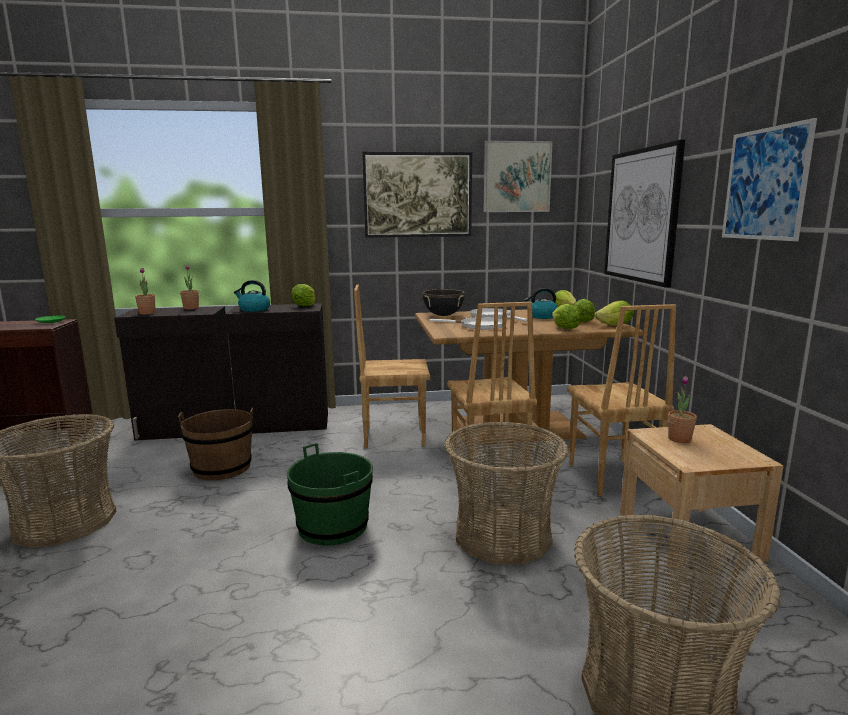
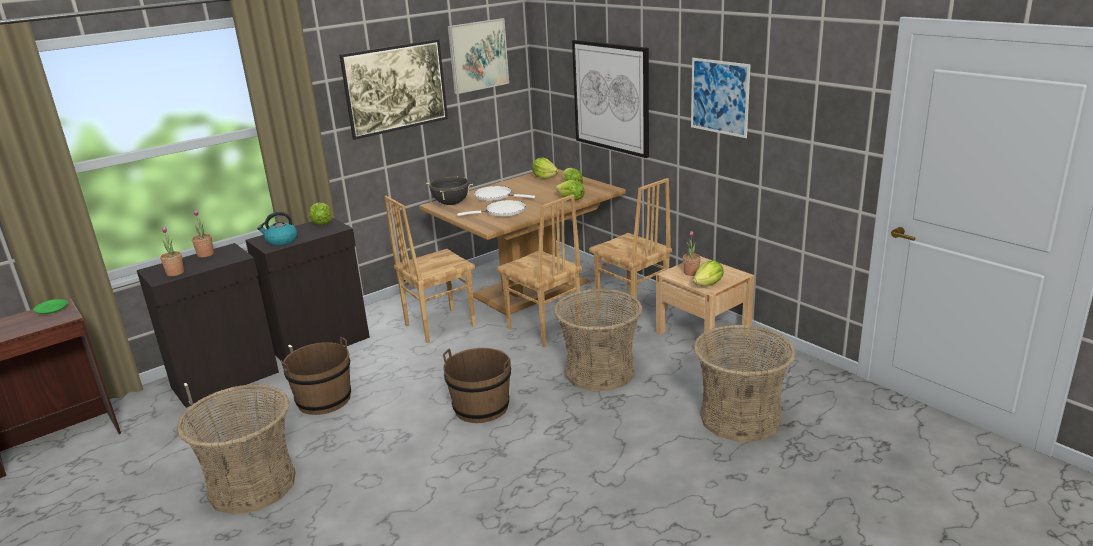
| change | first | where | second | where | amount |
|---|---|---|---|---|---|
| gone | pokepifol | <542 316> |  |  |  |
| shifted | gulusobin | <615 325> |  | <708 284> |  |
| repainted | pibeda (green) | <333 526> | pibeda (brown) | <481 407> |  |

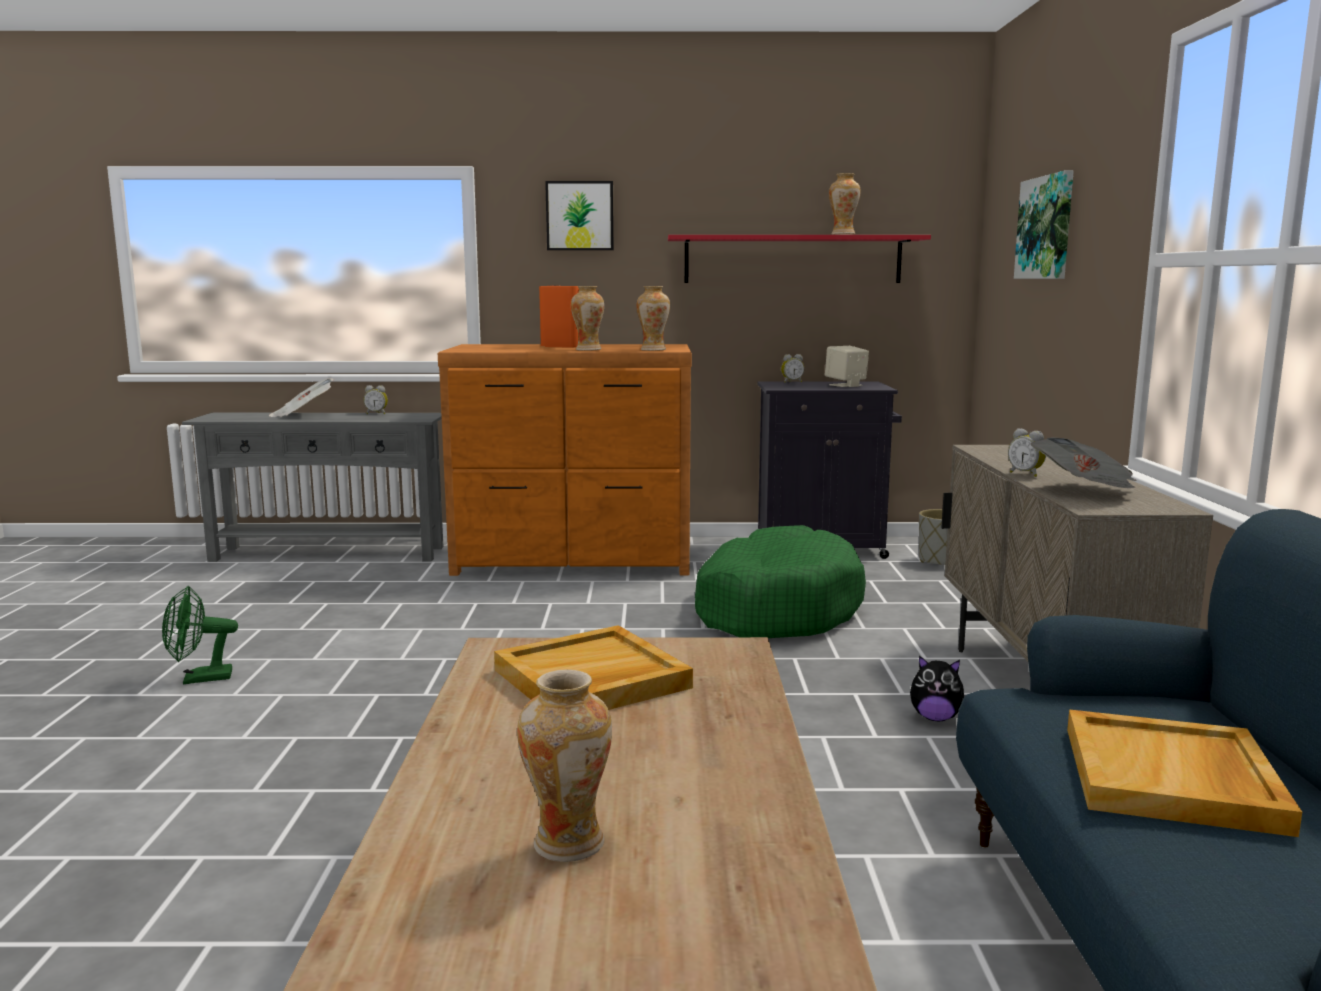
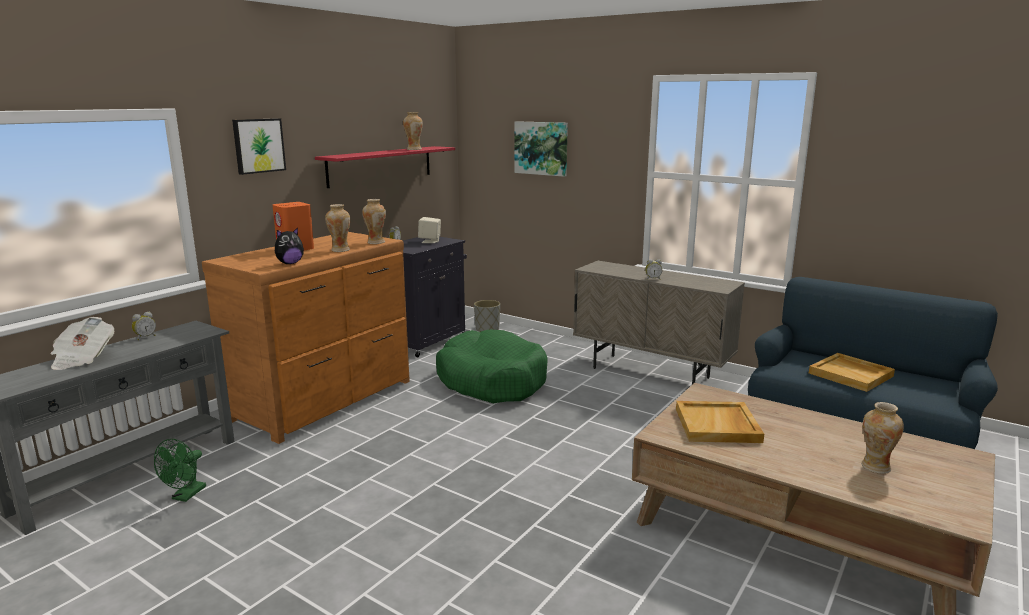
| change | first | where | second | where | amount |
|---|---|---|---|---|---|
| gone | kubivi | <1085 491> |  |  |  |
| shifted | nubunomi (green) | <199 679> |  | <186 496> |  |
| shifted | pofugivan | <935 718> |  | <290 263> |  |

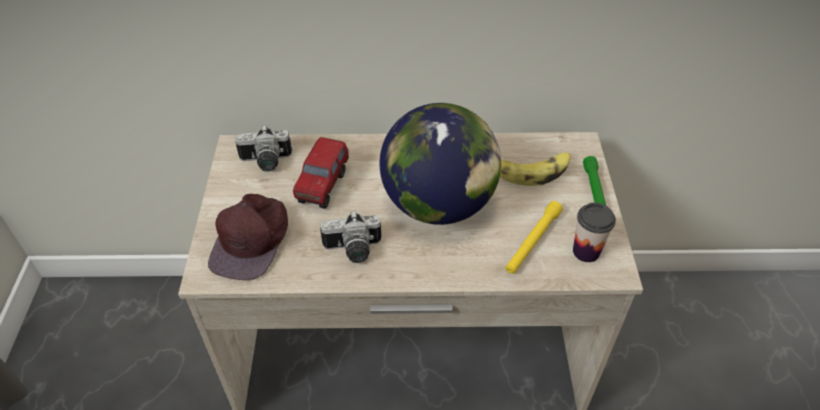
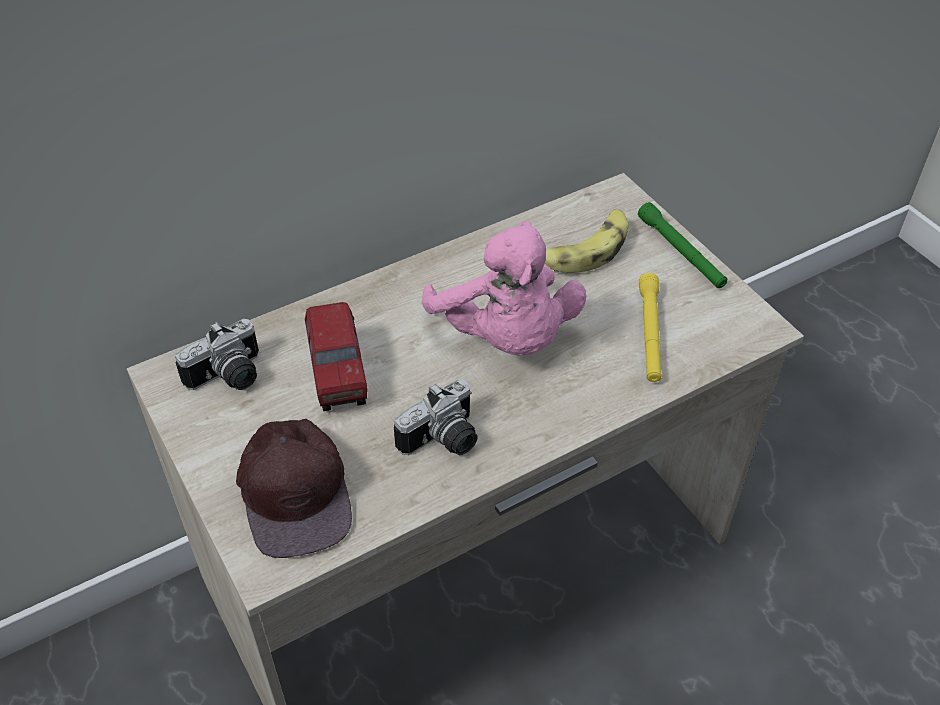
| change | first | where | second | where | amount |
|---|---|---|---|---|---|
| swapped | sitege | <437 205> | pofugivan (pink) | <505 337> |  |
| gone | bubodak | <586 251> |  |  |  |

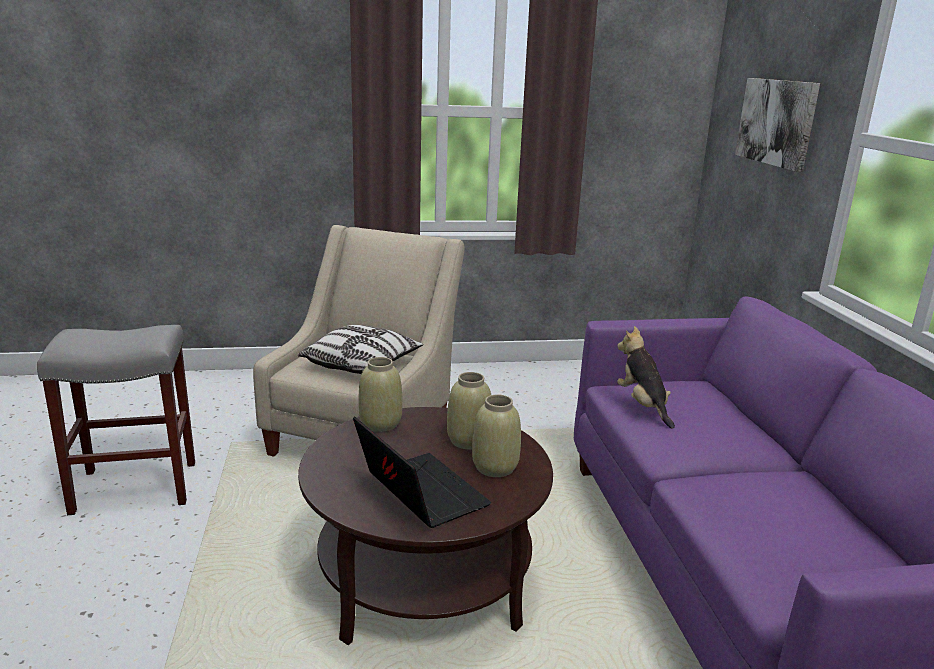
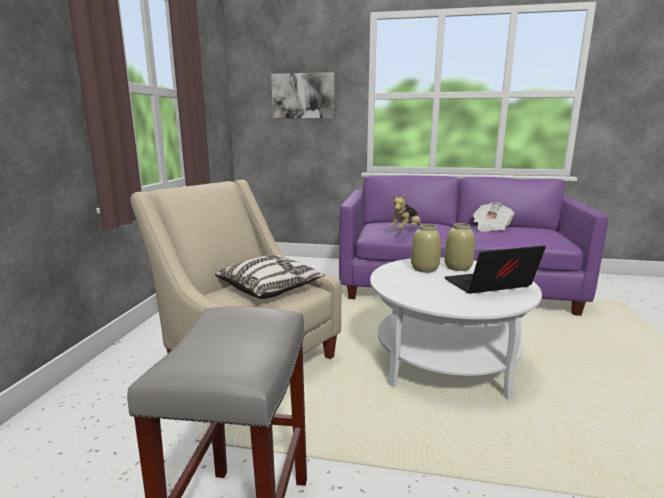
| change | first | where | second | where | amount |
|---|---|---|---|---|---|
| rotated | pofugivan | <643 405> |  | <405 230> | 45 degrees counterclockwise |
| gone | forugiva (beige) | <380 423> |  |  |  |
| repainted | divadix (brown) | <425 578> | divadix (white) | <445 362> |  |
| new |  |  | kubivi | <490 228> |  |

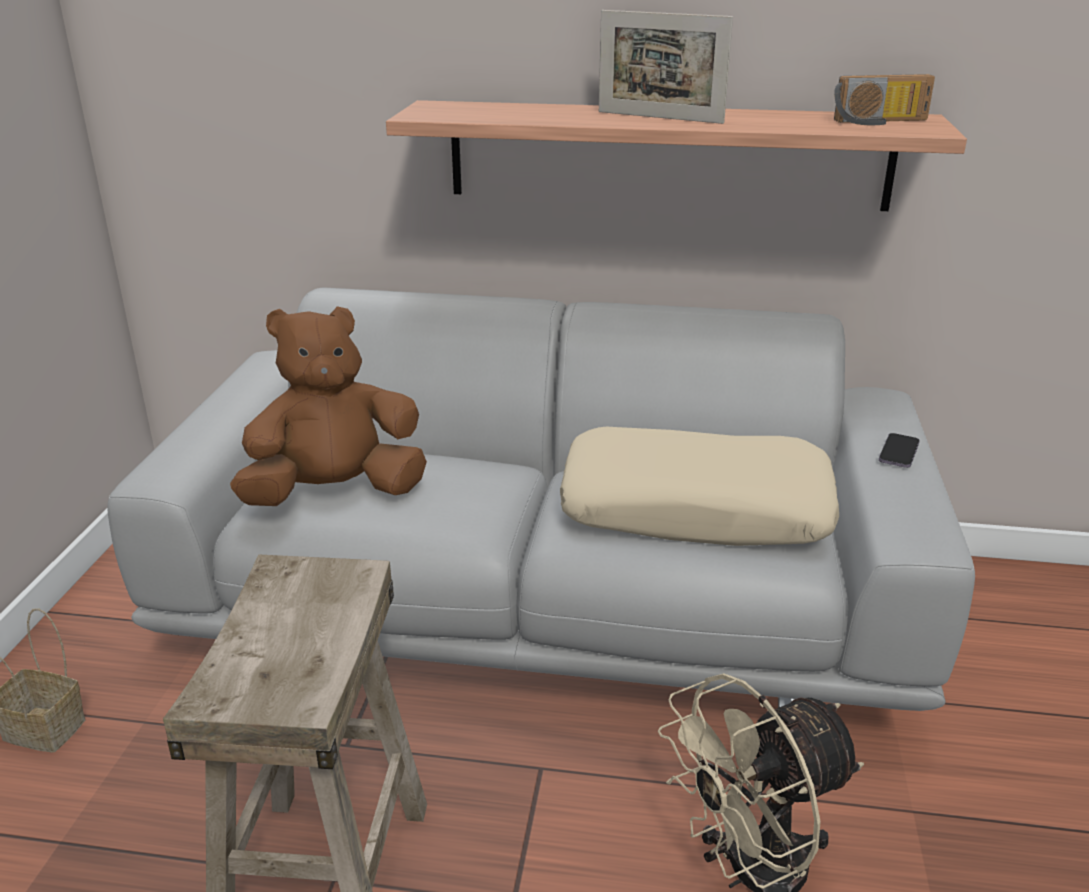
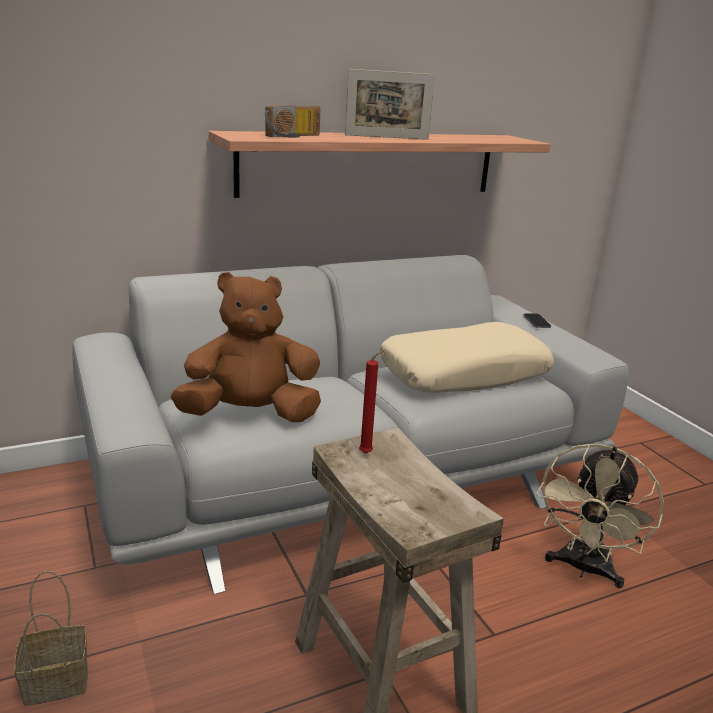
| change | first | where | second | where | amount |
|---|---|---|---|---|---|
| shifted | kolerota | <881 122> |  | <294 136> |  |
| rotated | pofugivan (brown) | <335 493> |  | <250 414> | 45 degrees clockwise |
| new |  |  | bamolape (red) | <367 453> |  |

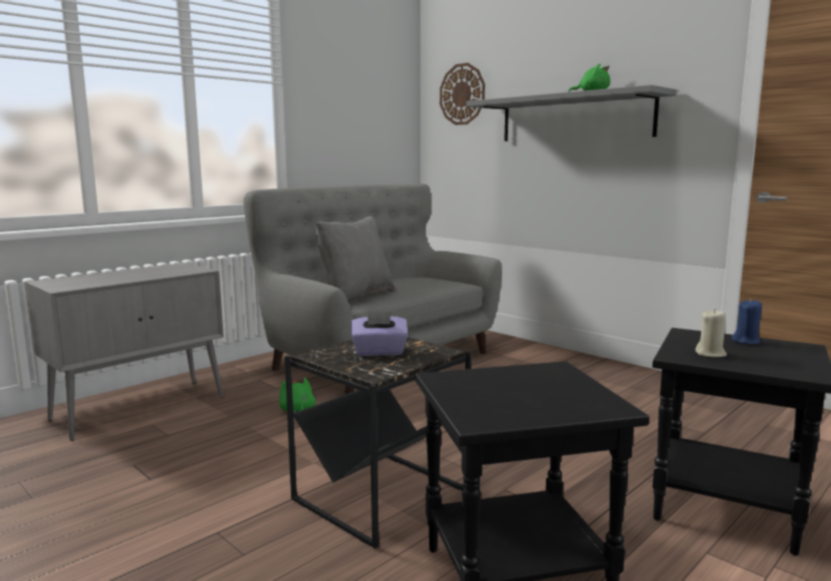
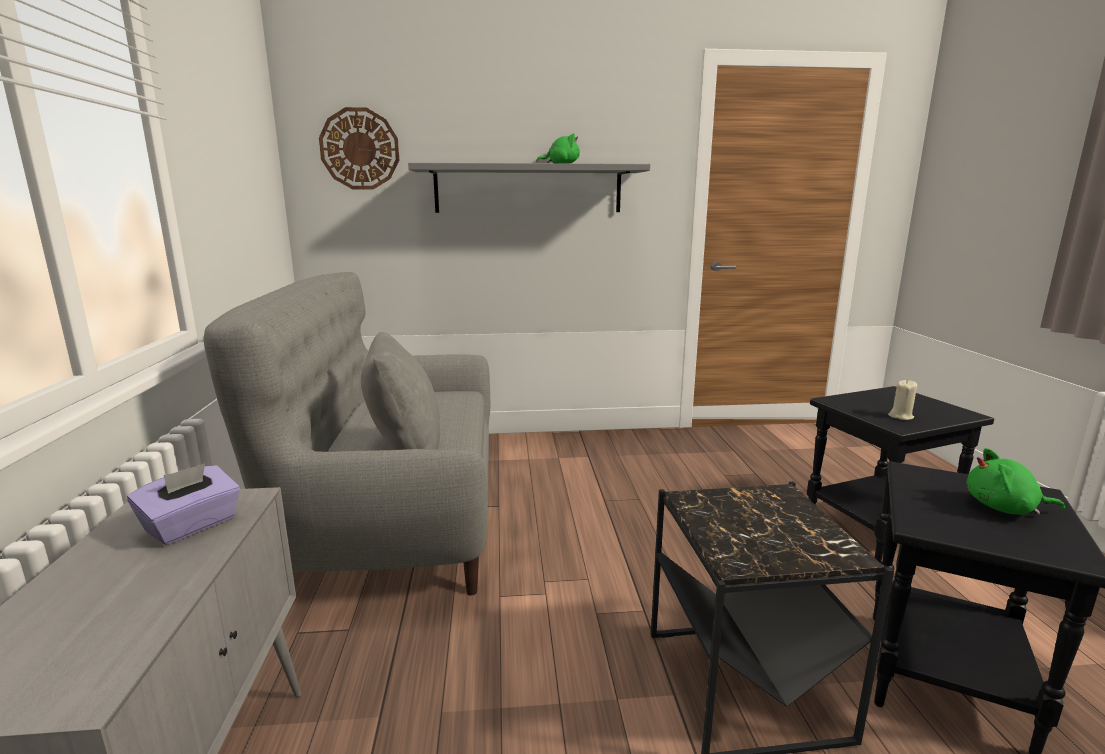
| change | first | where | second | where | amount |
|---|---|---|---|---|---|
| gone | bamolape (blue) | <746 341> |  |  |  |
| shifted | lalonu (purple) | <379 352> |  | <192 526> |  |
| shifted | pofugivan (green) | <297 411> |  | <1004 508> |  |

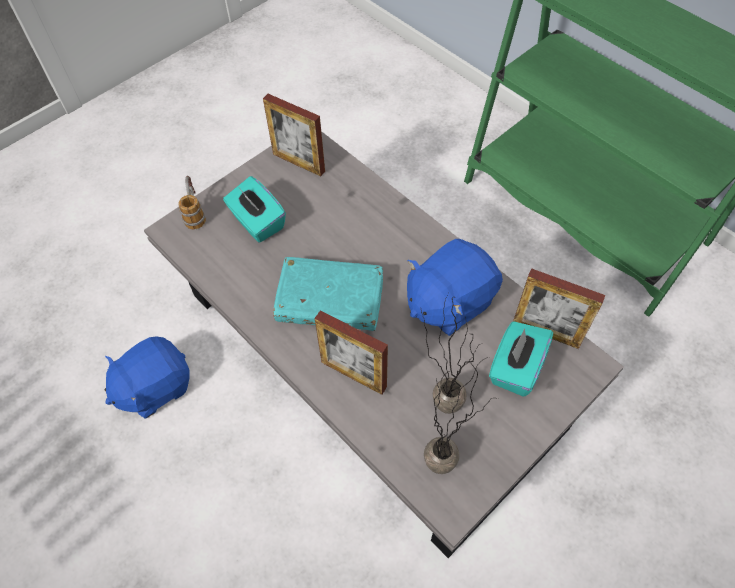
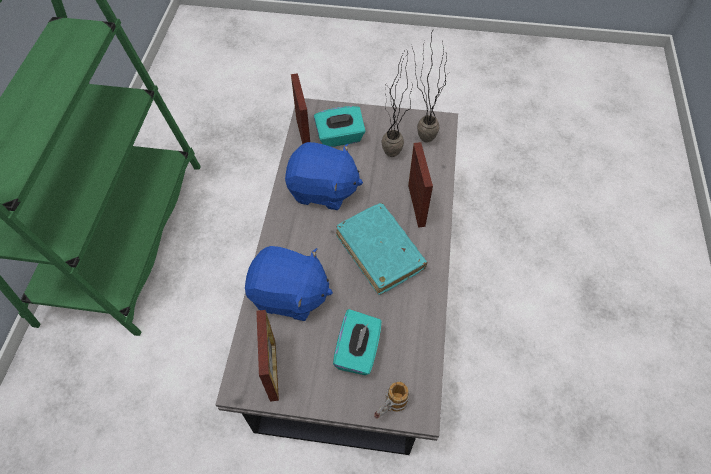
| change | first | where | second | where | amount |
|---|---|---|---|---|---|
| shifted | pofugivan (blue) | <154 387> |  | <289 295> |  |

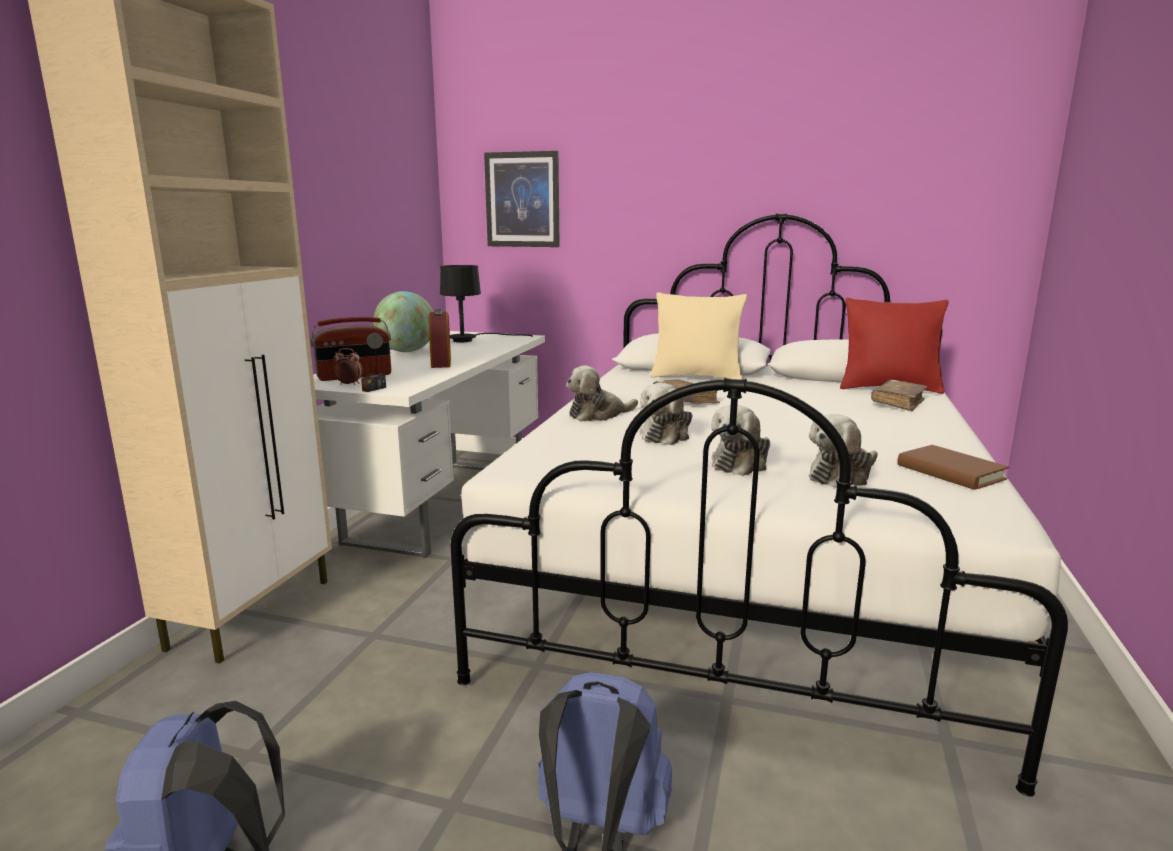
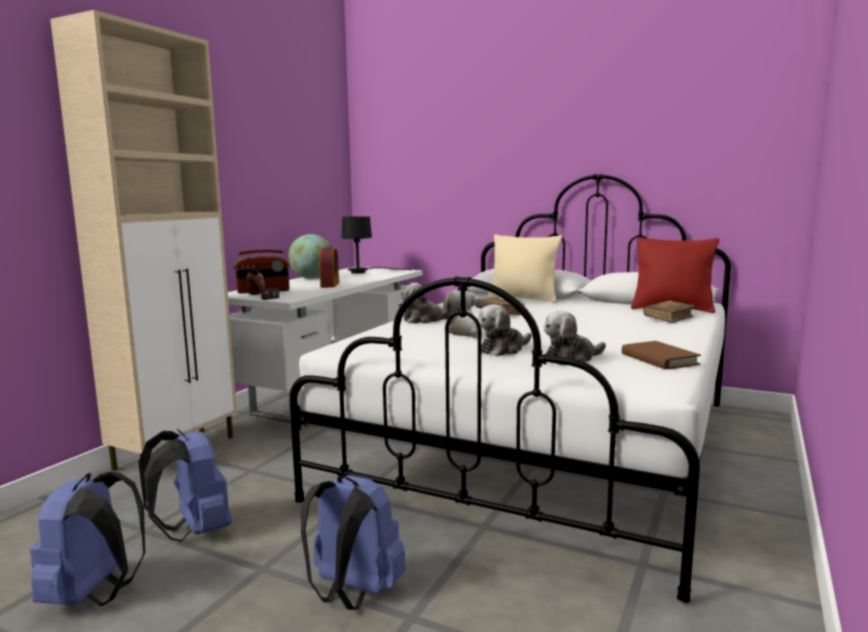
| change | first | where | second | where | amount |
|---|---|---|---|---|---|
| gone | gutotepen | <522 200> |  |  |  |
| rotated | pofugivan | <666 435> |  | <464 332> | 120 degrees clockwise |
| new |  |  | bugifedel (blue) | <194 531> |  |

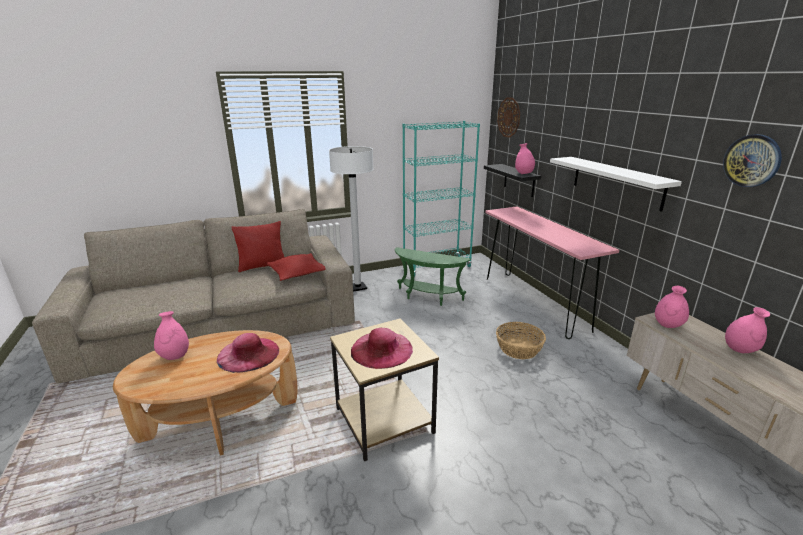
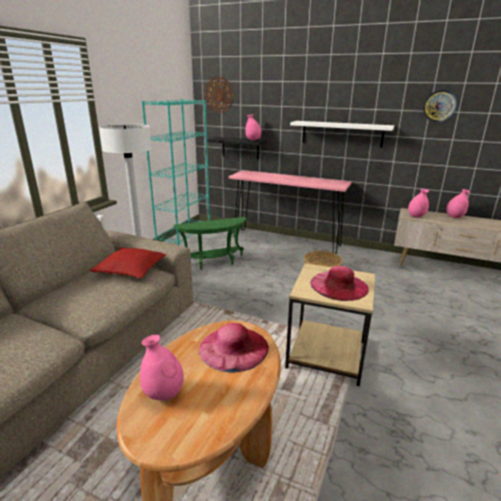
| change | first | where | second | where | amount |
|---|---|---|---|---|---|
| gone | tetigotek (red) | <262 266> |  |  |  |

